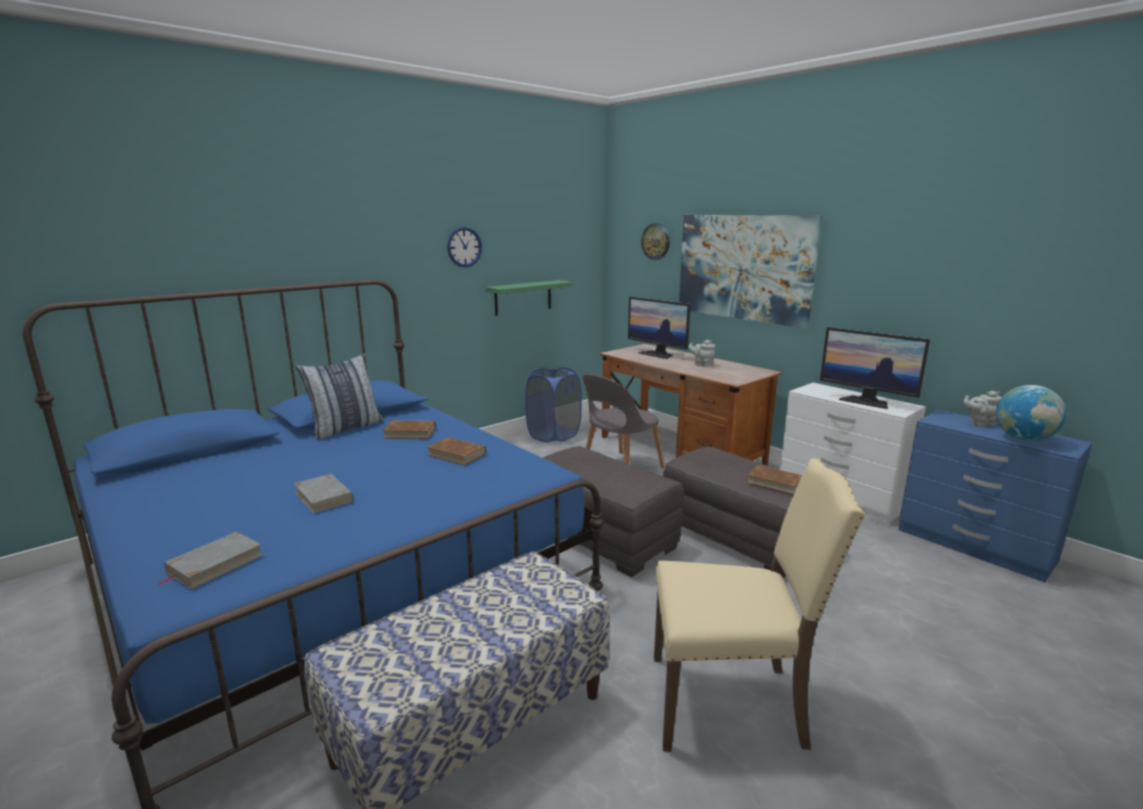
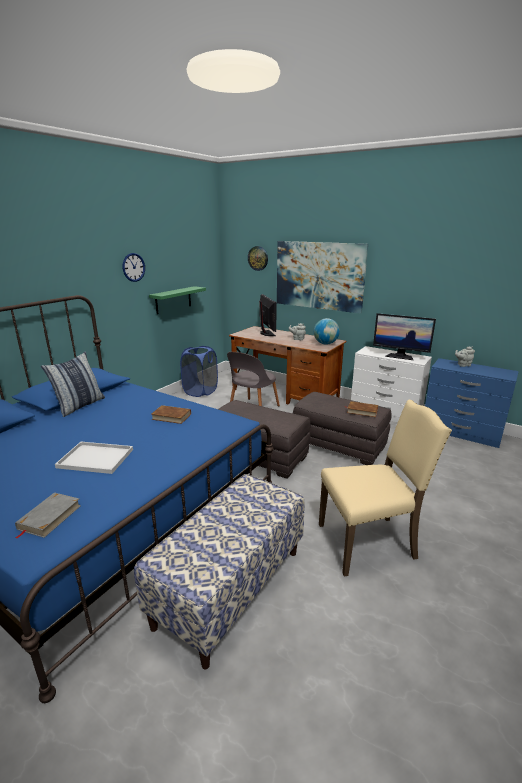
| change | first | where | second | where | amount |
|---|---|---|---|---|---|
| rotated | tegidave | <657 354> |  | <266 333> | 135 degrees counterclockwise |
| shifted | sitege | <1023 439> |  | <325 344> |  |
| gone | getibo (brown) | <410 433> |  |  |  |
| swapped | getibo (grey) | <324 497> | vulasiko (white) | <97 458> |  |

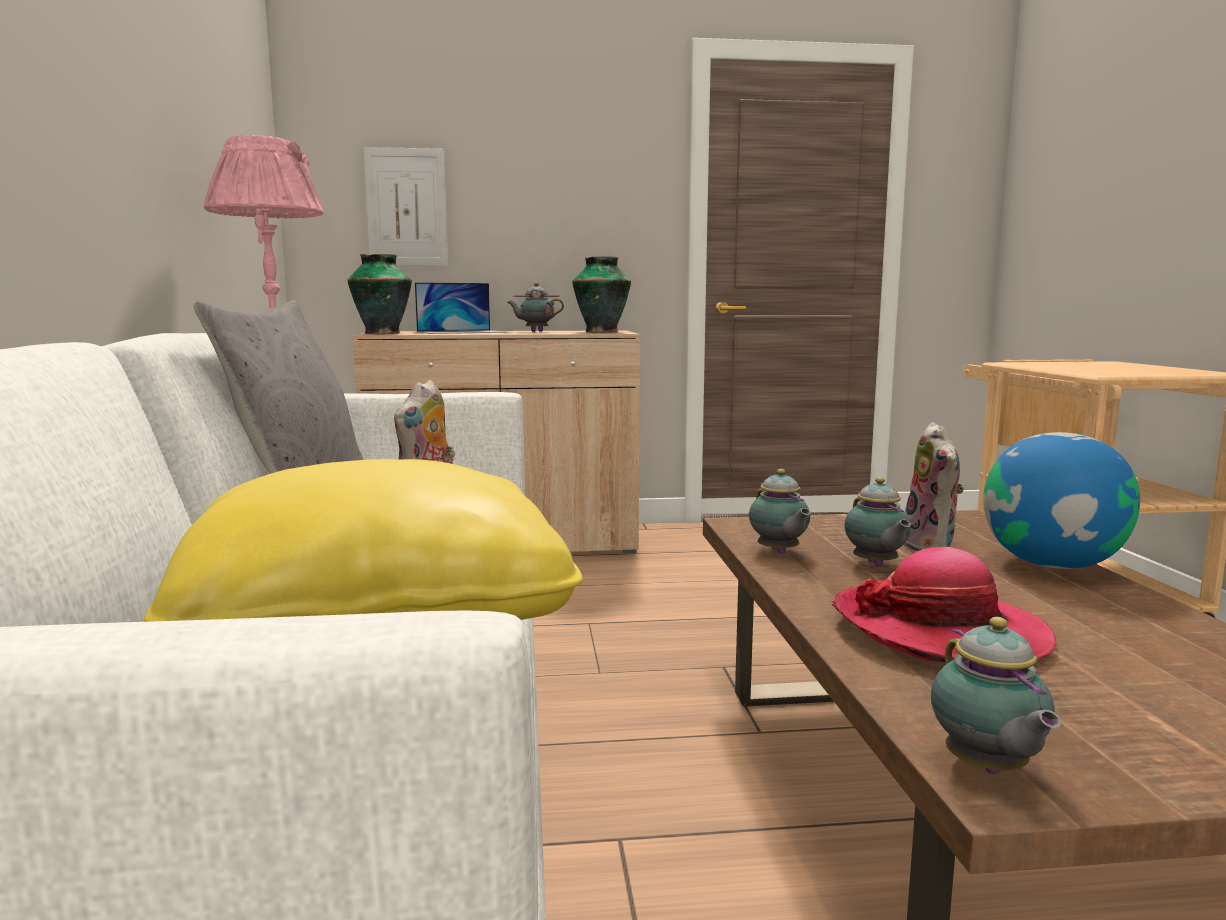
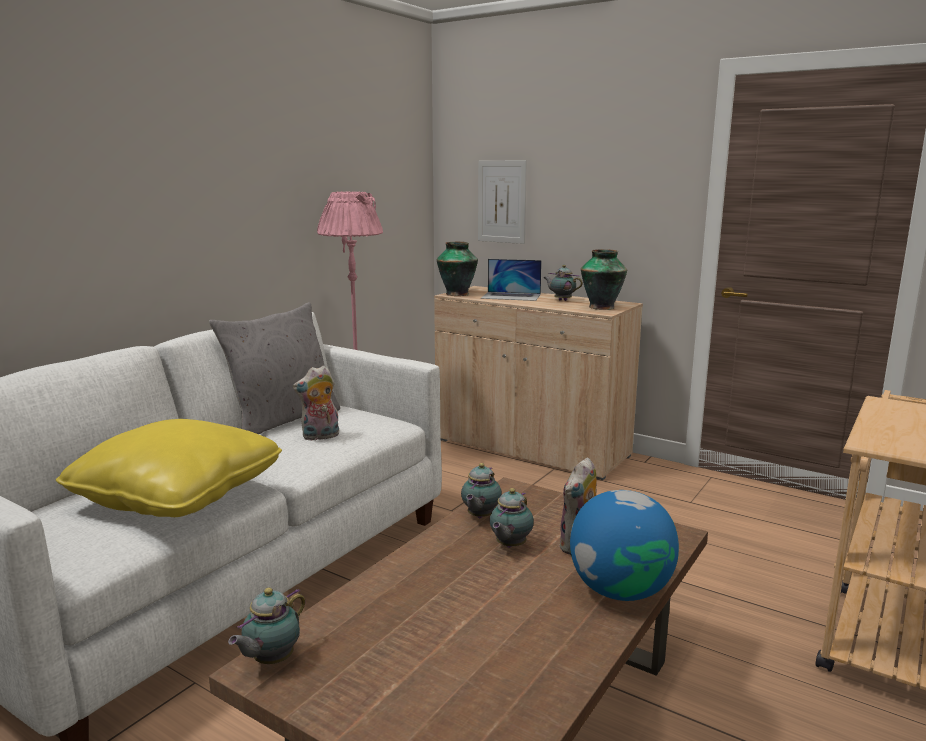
| change | first | where | second | where | amount |
|---|---|---|---|---|---|
| gone | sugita | <939 630> |  |  |  |

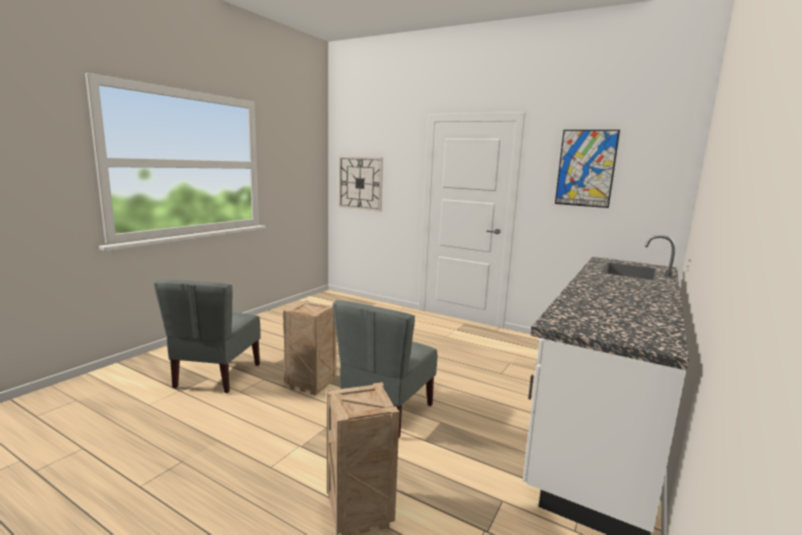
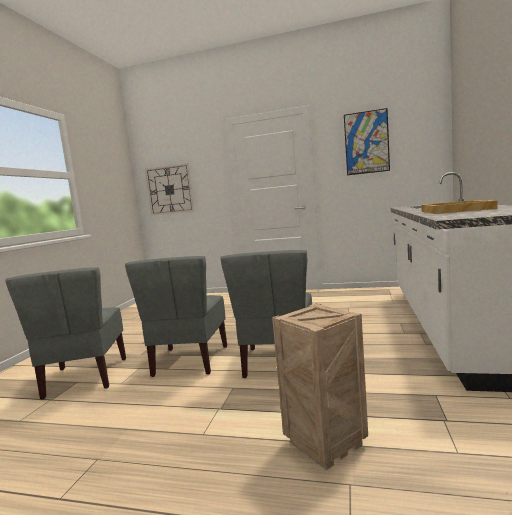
| change | first | where | second | where | amount |
|---|---|---|---|---|---|
| swapped | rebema | <310 385> | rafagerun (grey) | <189 361> |  |
| new |  |  | vulasiko (beige) | <455 210> |  |

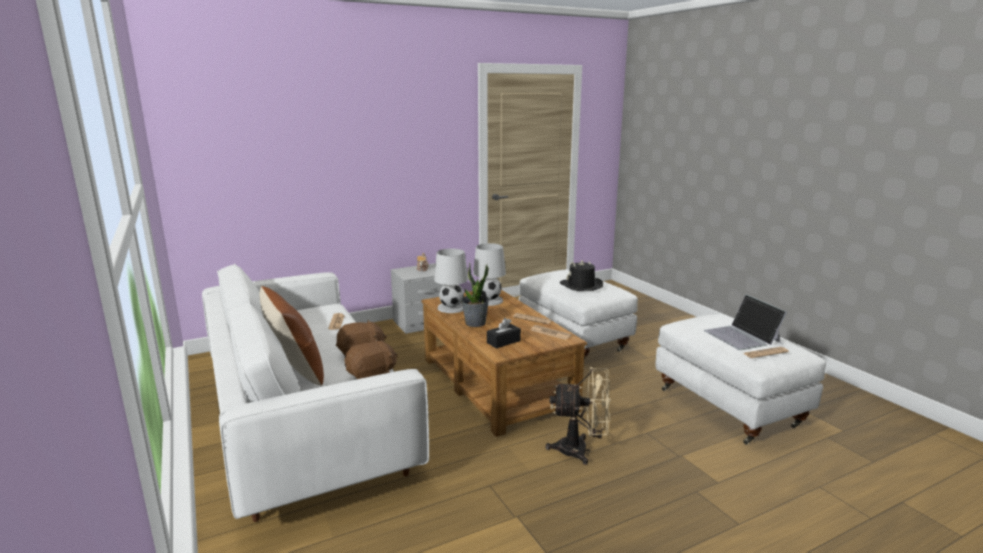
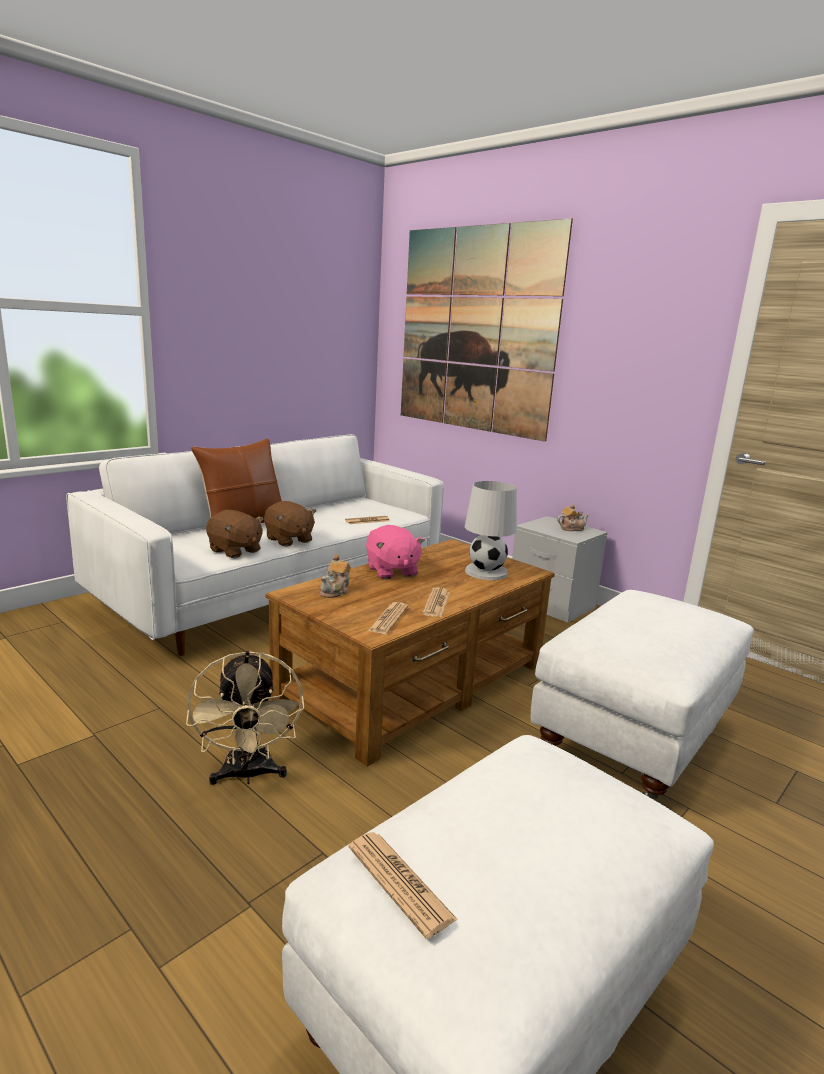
| change | first | where | second | where | amount |
|---|---|---|---|---|---|
| gone | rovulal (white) | <451 307> |  |  |  |
| gone | sugita (black) | <581 286> |  |  |  |
| swapped | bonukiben | <475 323> | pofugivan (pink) | <391 571> |  |
| gone | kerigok | <742 336> |  |  |  |
| swapped | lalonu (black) | <503 342> | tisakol | <336 591> |  |
| new |  |  | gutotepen | <475 330> |  |

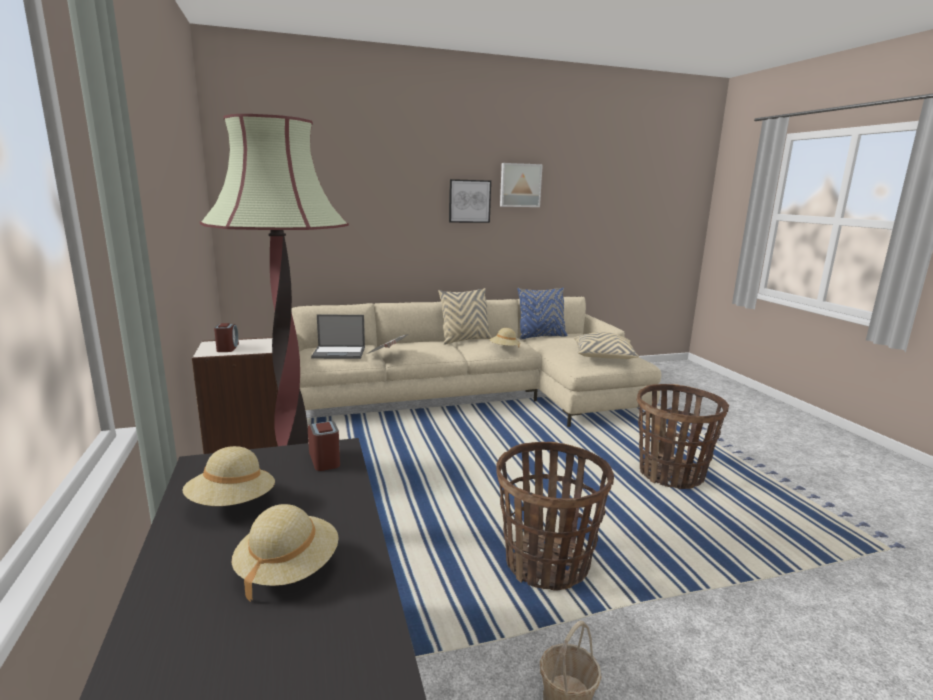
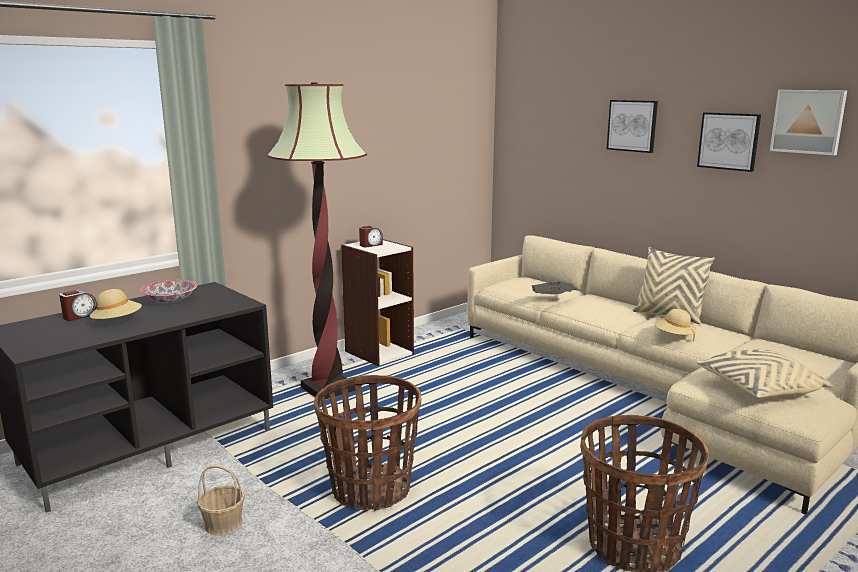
| change | first | where | second | where | amount |
|---|---|---|---|---|---|
| gone | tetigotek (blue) | <541 336> |  |  |  |
| gone | kerigok | <339 353> |  |  |  |
| shifted | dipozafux | <325 459> |  | <80 316> |  |
| swapped | sugita (beige) | <232 504> | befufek | <170 301> |  |
| new |  |  | gutotepen | <632 125> |  |

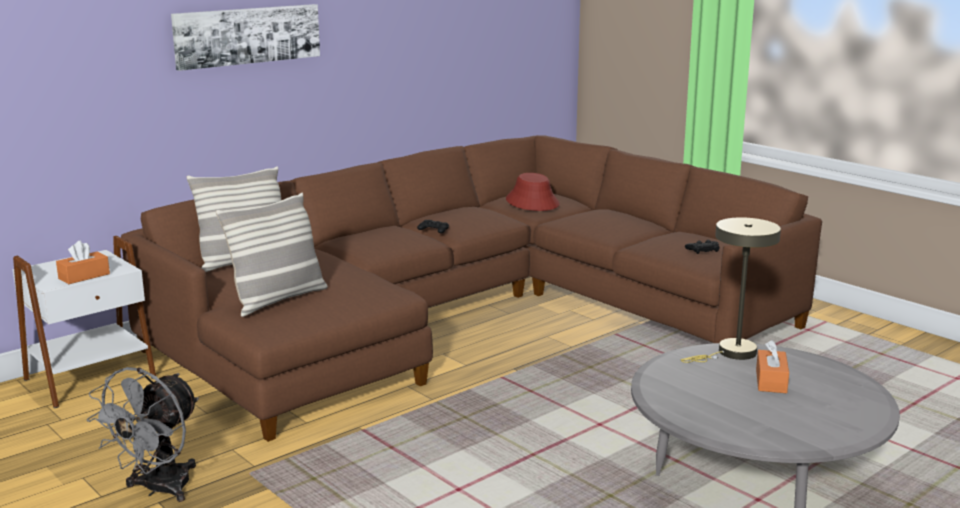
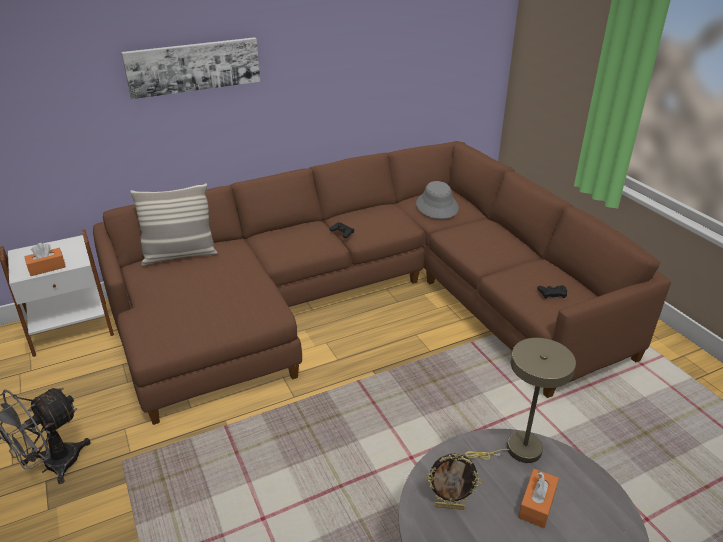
| change | first | where | second | where | amount |
|---|---|---|---|---|---|
| repainted | sugita (red) | <532 202> | sugita (grey) | <437 206> |  |
| gone | tetigotek | <278 300> |  |  |  |
| new |  |  | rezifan | <449 506> |  |

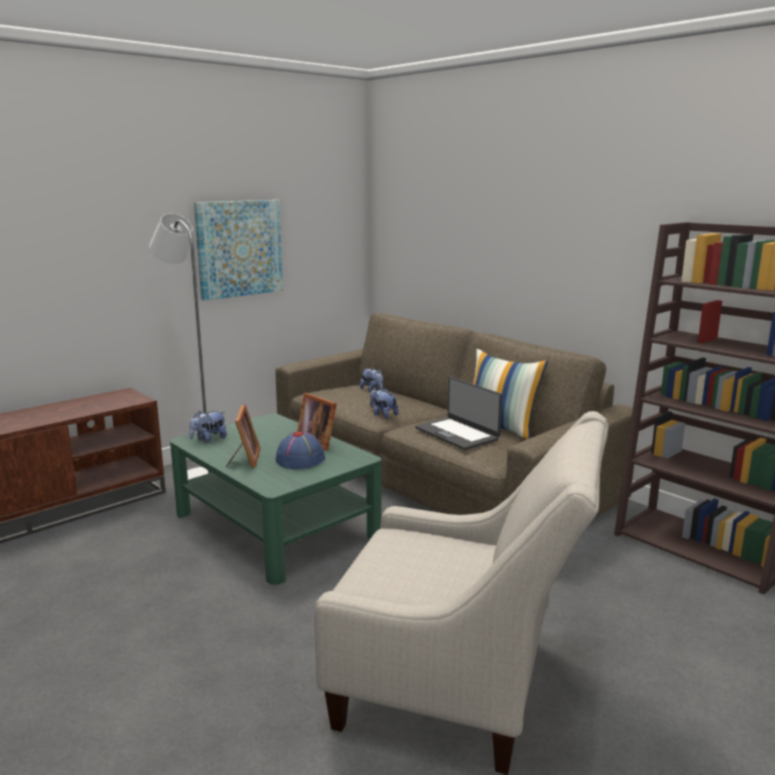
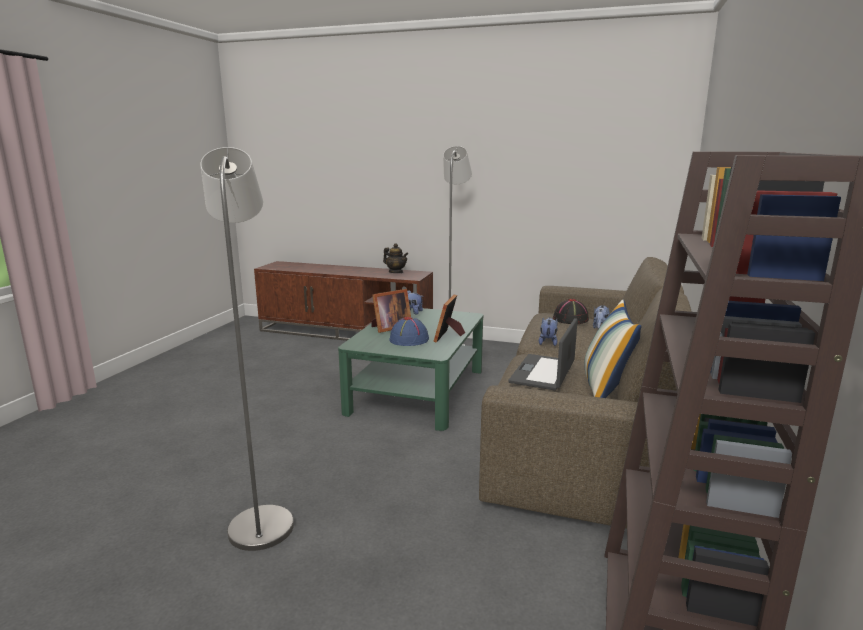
| change | first | where | second | where | amount |
|---|---|---|---|---|---|
| gone | gutotepen | <239 248> |  |  |  |
| swapped | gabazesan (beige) | <461 687> | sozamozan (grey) | <262 520> |  |
| new |  |  | tisakol | <396 272> |  |
| new |  |  | sugita (black) | <570 319> |  |

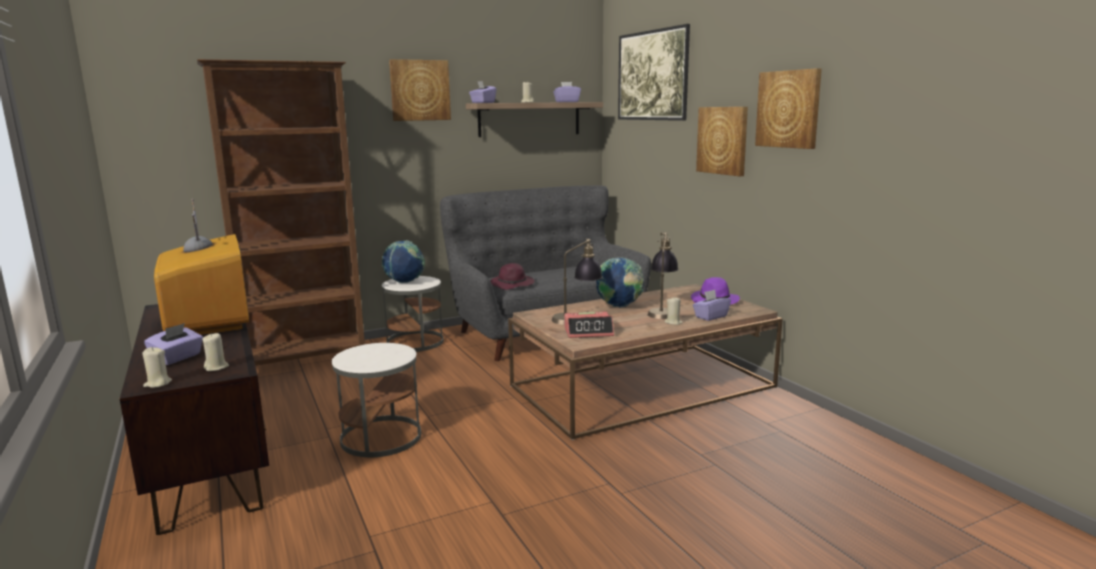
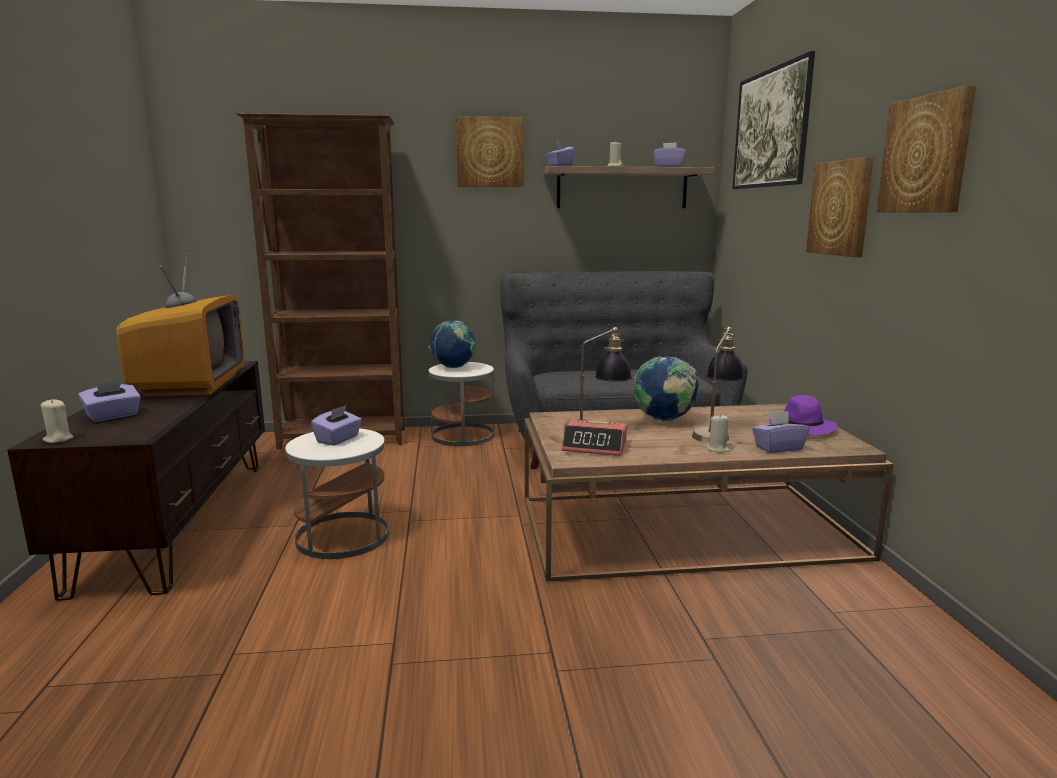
| change | first | where | second | where | amount |
|---|---|---|---|---|---|
| gone | sugita (purple) | <513 284> |  |  |  |
| gone | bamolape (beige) | <216 367> |  |  |  |
| new |  |  | lalonu (purple) | <338 439> |  |

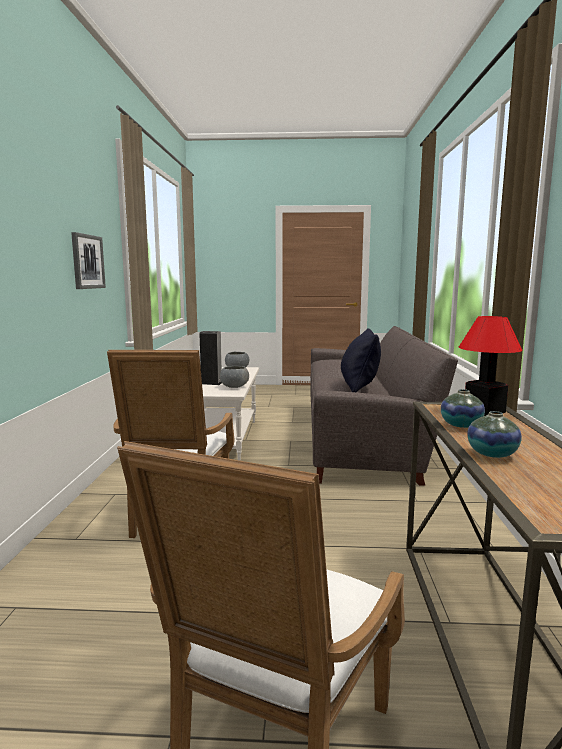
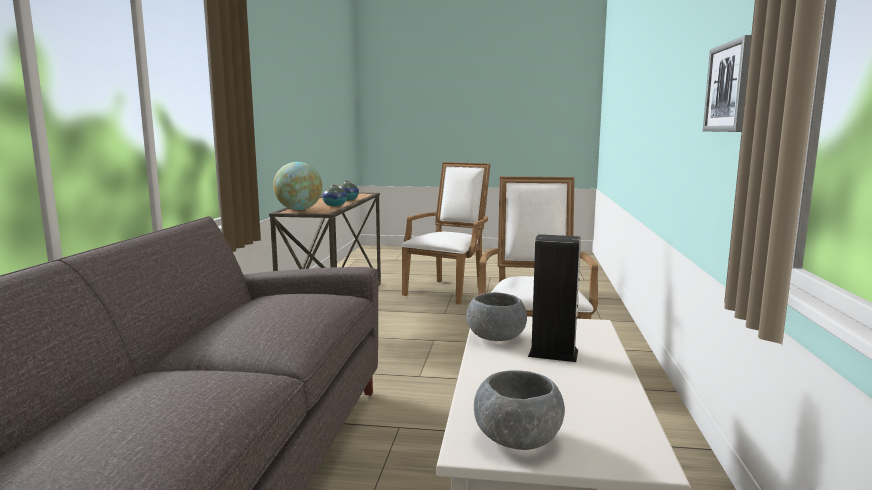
| change | first | where | second | where | amount |
|---|---|---|---|---|---|
| swapped | rovulal | <485 410> | sitege | <299 209> |  |
| gone | tetigotek (black) | <359 387> |  |  |  |

